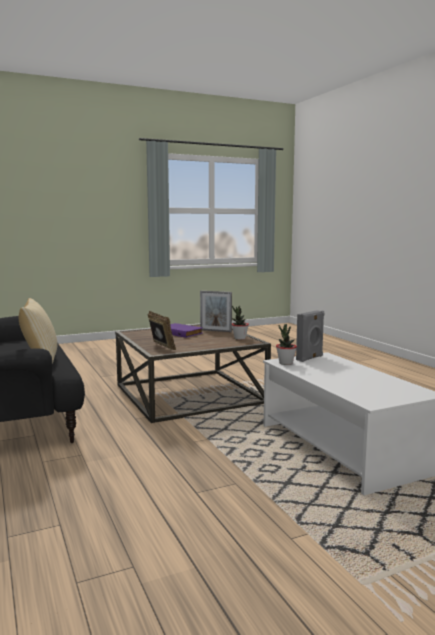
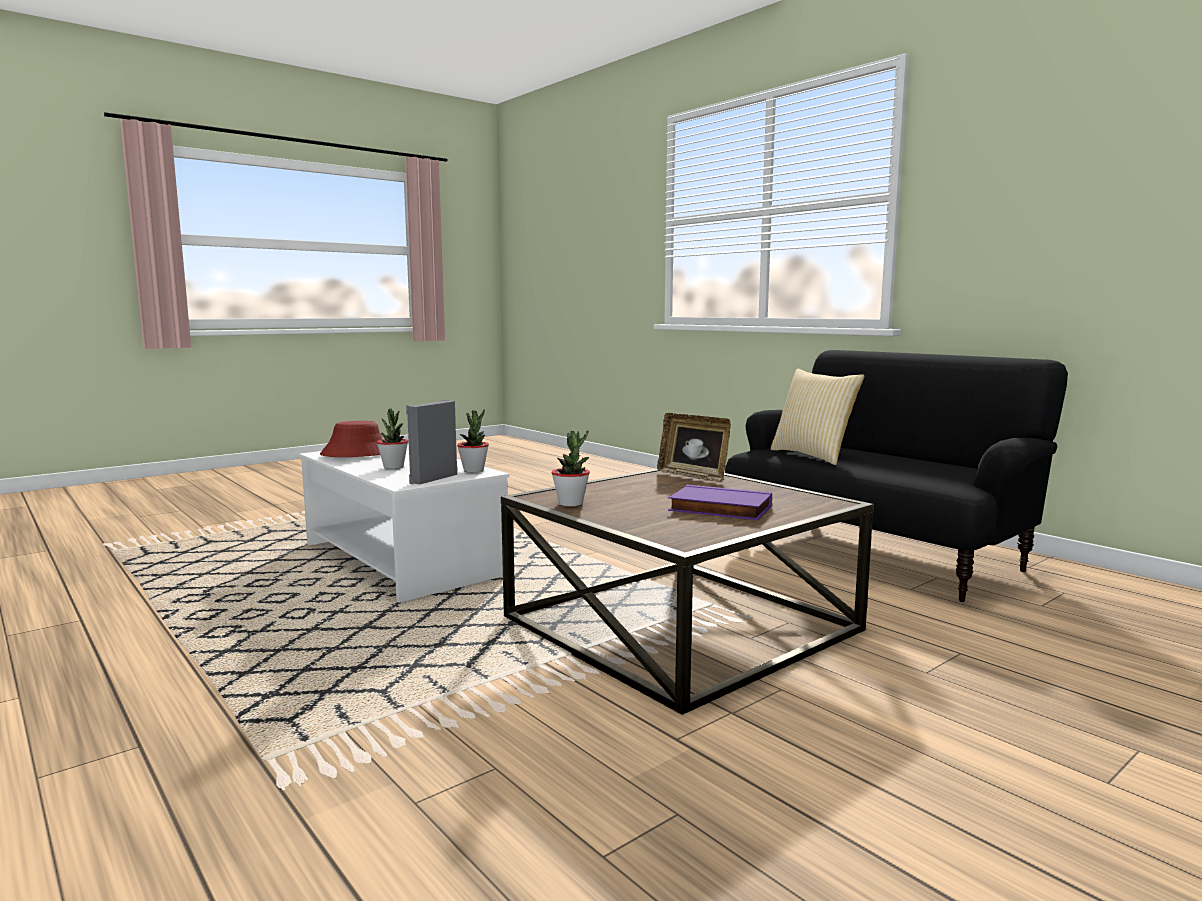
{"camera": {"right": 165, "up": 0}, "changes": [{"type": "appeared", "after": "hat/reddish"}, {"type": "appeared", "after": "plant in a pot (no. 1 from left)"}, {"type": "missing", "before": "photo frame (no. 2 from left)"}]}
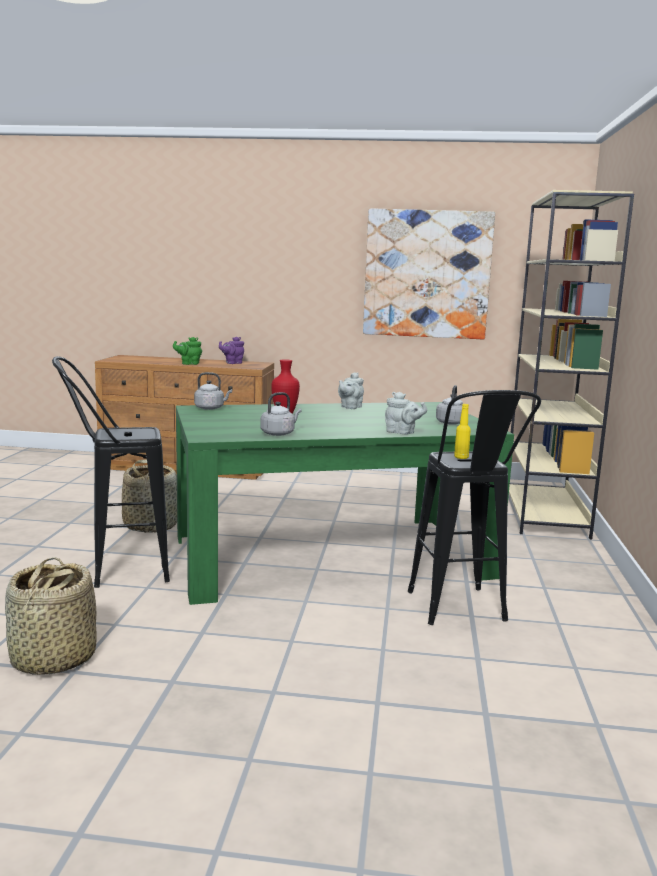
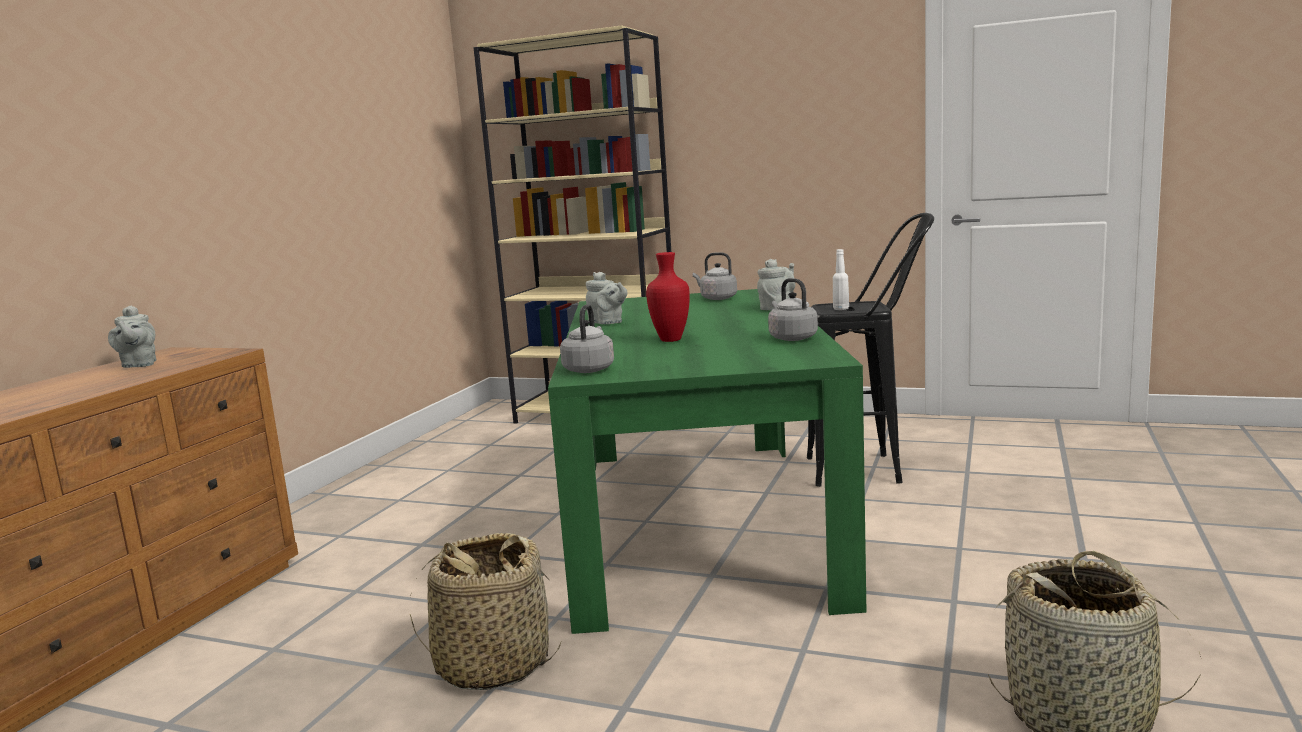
{"camera": {"right": -75, "up": 0}, "changes": [{"type": "colour", "before": "tea pot/purple", "after": "tea pot/gray (no. 1 from left)"}, {"type": "colour", "before": "drink bottle/yellowish", "after": "drink bottle/whitish"}, {"type": "missing", "before": "sitting stool/black (no. 1 from left)"}, {"type": "missing", "before": "tea pot/greenish"}, {"type": "missing", "before": "wall art"}]}
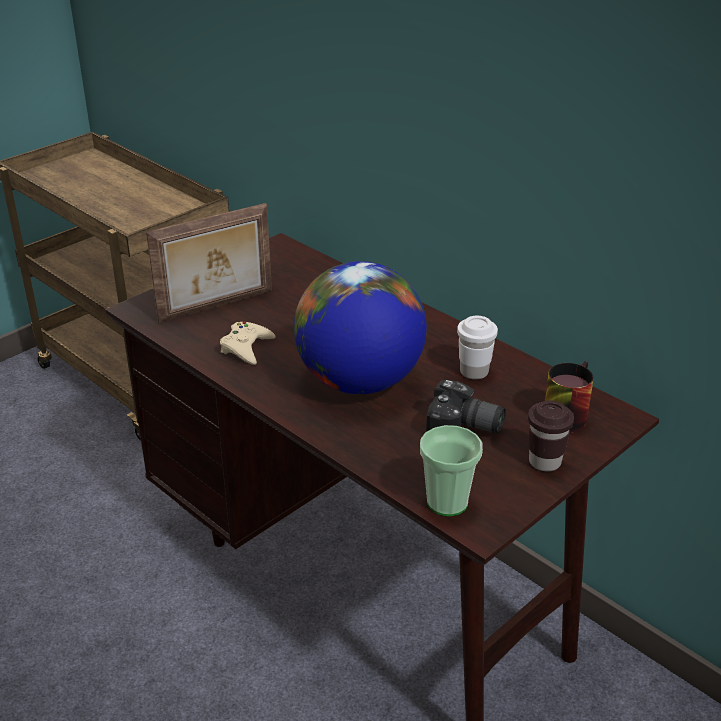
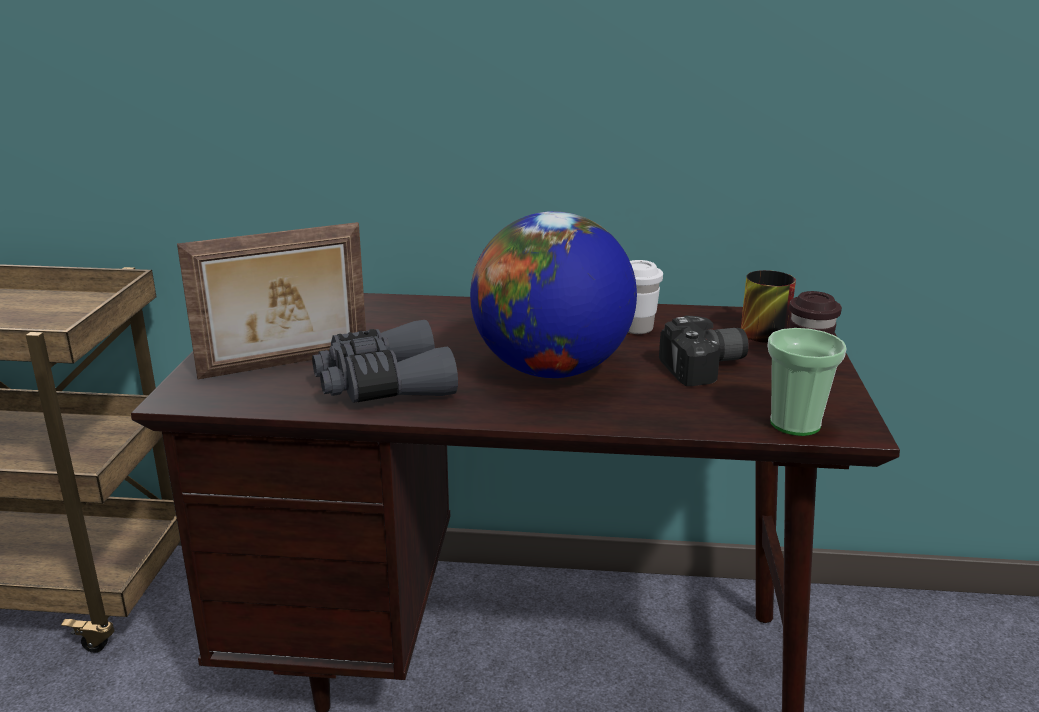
{"camera": {"right": -40, "up": -10}, "changes": [{"type": "spun", "before": "photo frame", "turn": 45}, {"type": "exchanged", "before": "gamepad/sand-coloured", "after": "pair of binoculars/gray"}]}
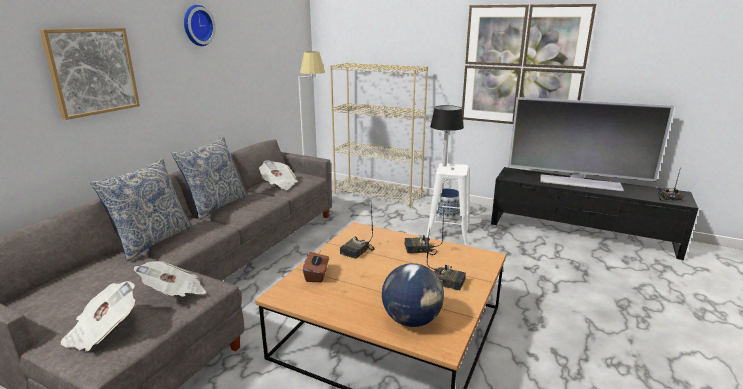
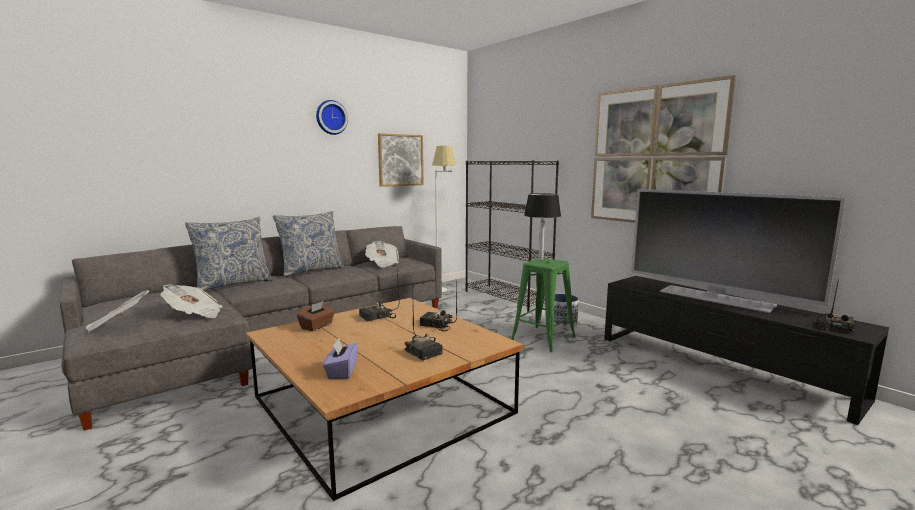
{"camera": {"right": 25, "up": -10}, "changes": [{"type": "exchanged", "before": "desk globe", "after": "tissue box/purple"}, {"type": "relocated", "before": "wall art (no. 1 from left)"}, {"type": "colour", "before": "shelving unit/sand-coloured", "after": "shelving unit/black"}, {"type": "colour", "before": "sitting stool/whitish", "after": "sitting stool/greenish"}]}
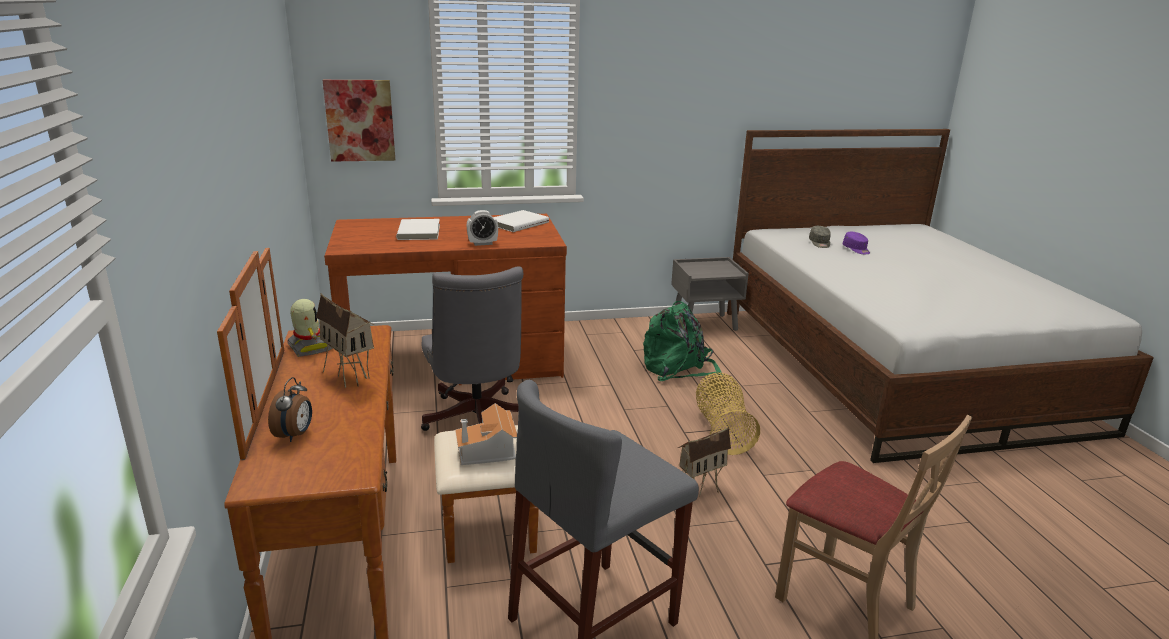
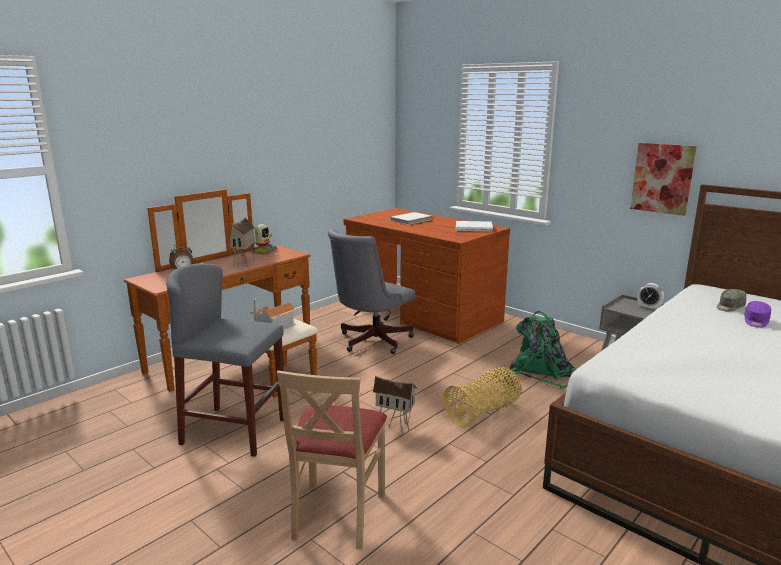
{"camera": {"right": 55, "up": -5}, "changes": [{"type": "relocated", "before": "wall art"}, {"type": "relocated", "before": "table clock (no. 2 from left)"}]}
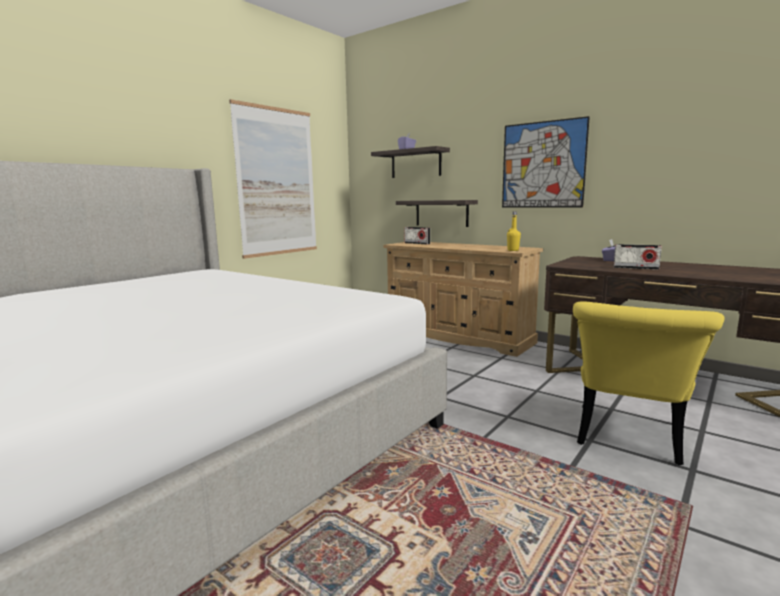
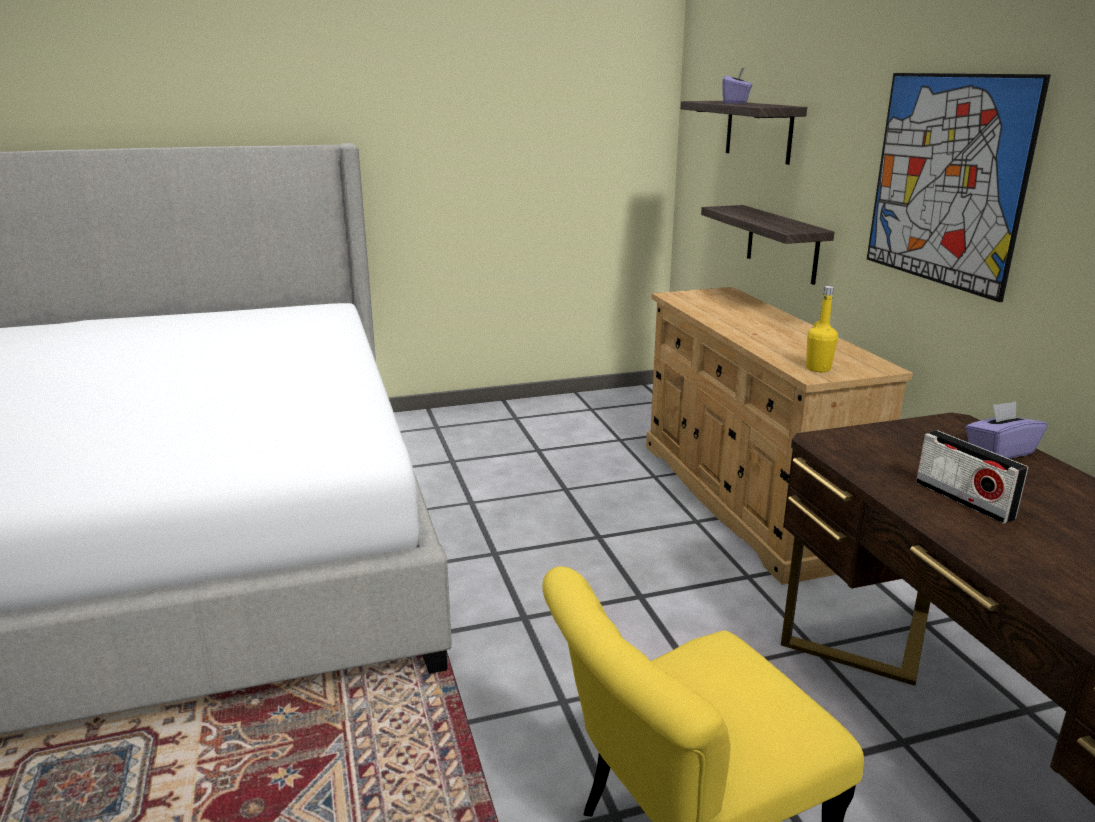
{"camera": {"right": 35, "up": 10}, "changes": [{"type": "missing", "before": "wall art (no. 1 from left)"}, {"type": "missing", "before": "radio (no. 1 from left)"}]}
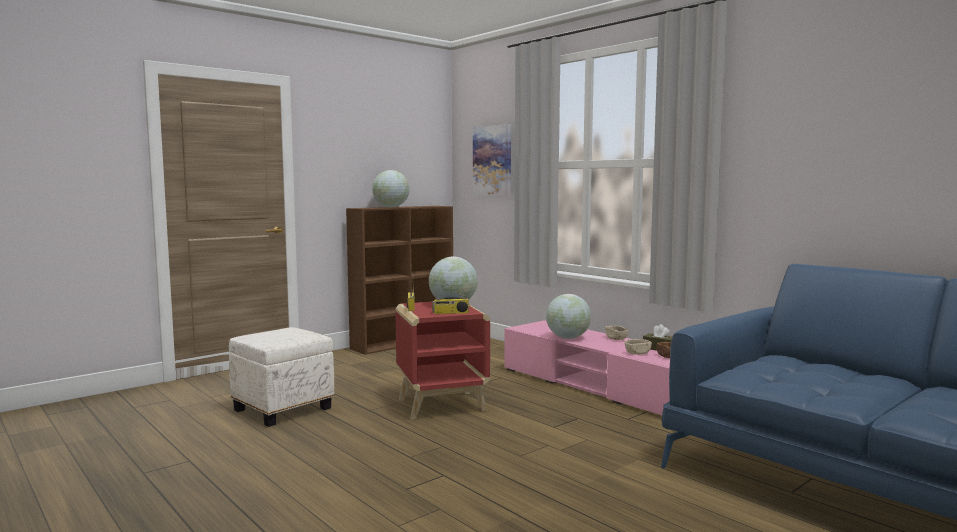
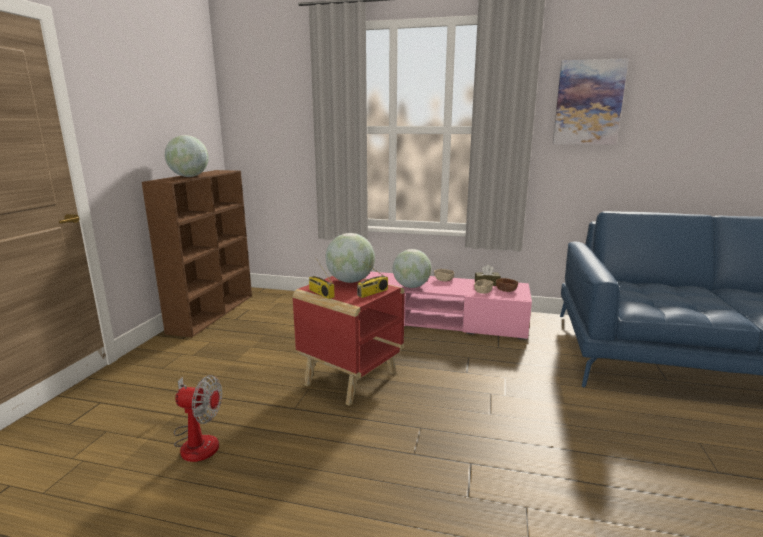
{"camera": {"right": -35, "up": 10}, "changes": [{"type": "exchanged", "before": "footrest/whitish", "after": "electric fan"}, {"type": "relocated", "before": "wall art"}]}
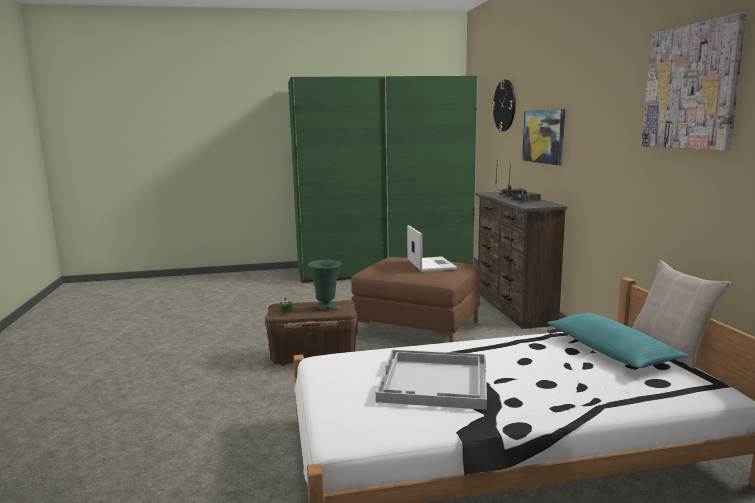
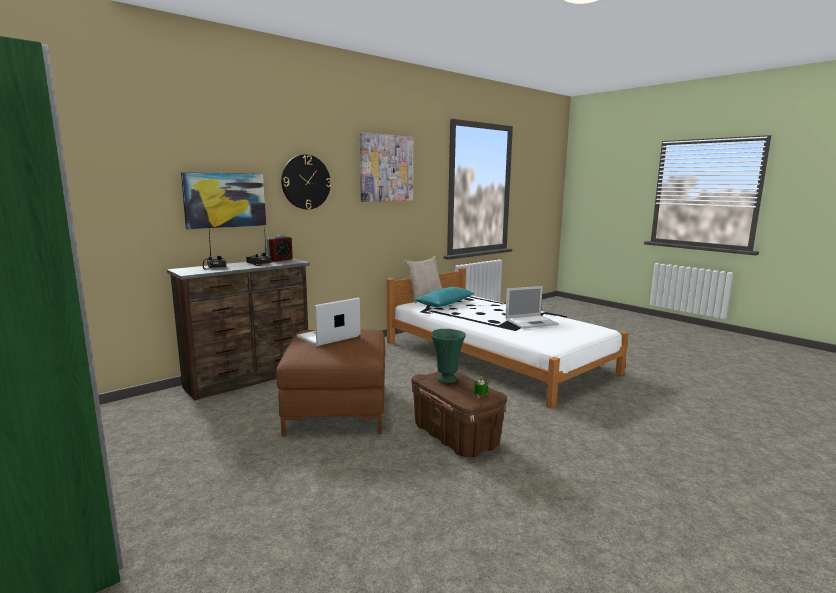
{"camera": {"right": -120, "up": 0}, "changes": [{"type": "appeared", "after": "table clock"}, {"type": "relocated", "before": "clock on the wall"}, {"type": "exchanged", "before": "serving tray/whitish", "after": "portable computer (no. 2 from left)"}]}
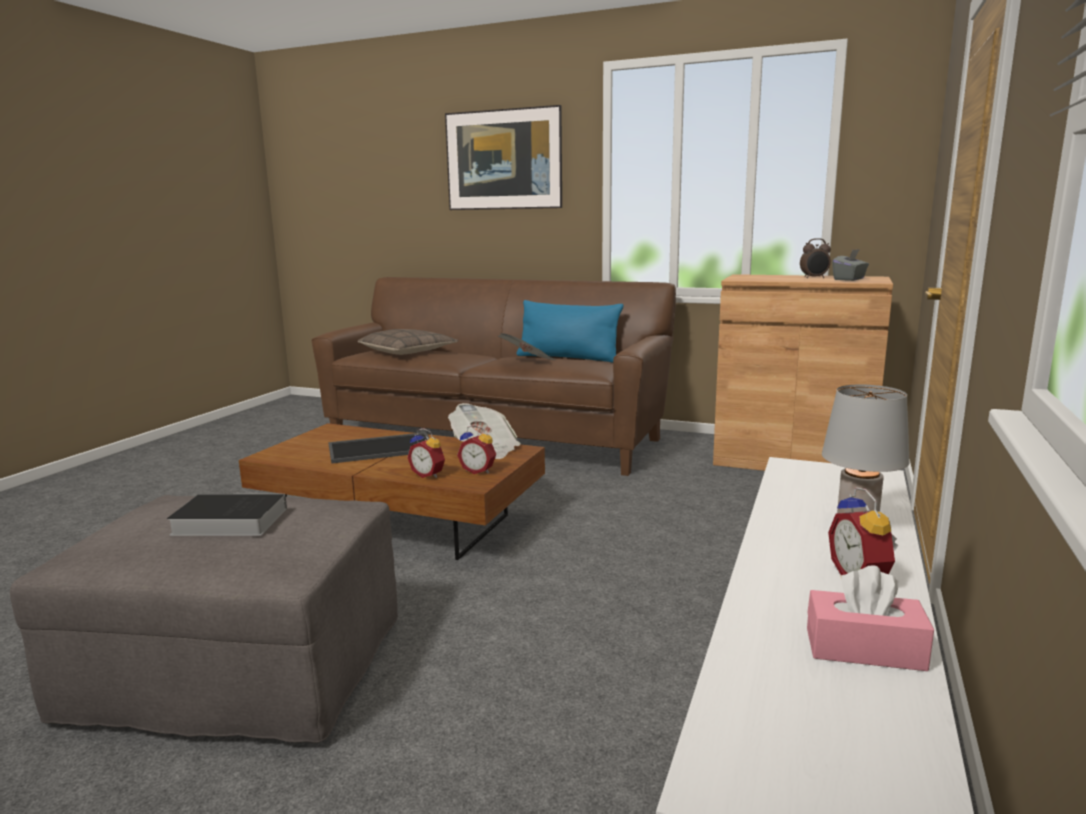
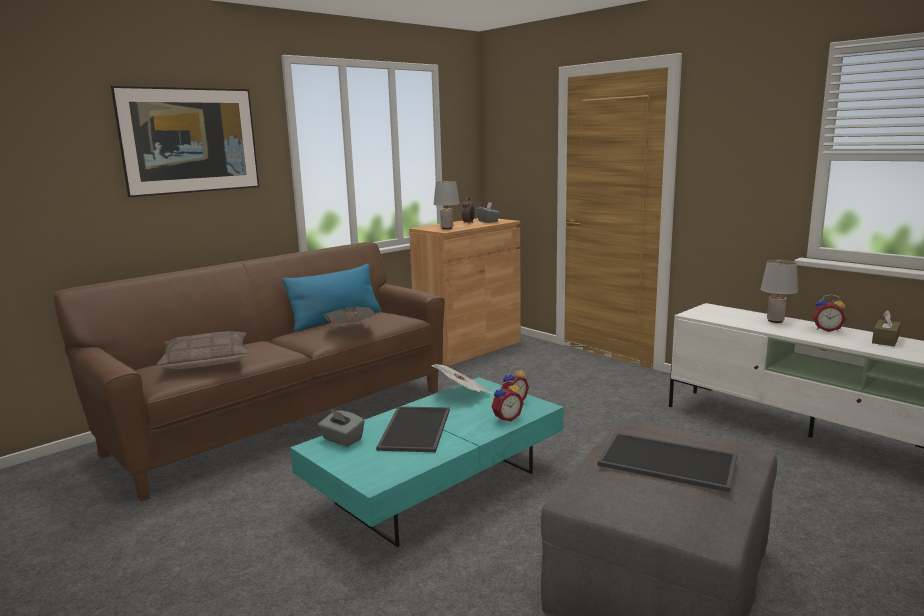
{"camera": {"right": -65, "up": 0}, "changes": [{"type": "colour", "before": "lounge table/brown", "after": "lounge table/turquoise"}, {"type": "appeared", "after": "tissue box/gray (no. 1 from left)"}, {"type": "appeared", "after": "tabletop lamp/gray (no. 1 from left)"}, {"type": "exchanged", "before": "book", "after": "serving tray (no. 2 from left)"}, {"type": "colour", "before": "tissue box/pink", "after": "tissue box/brown"}]}
